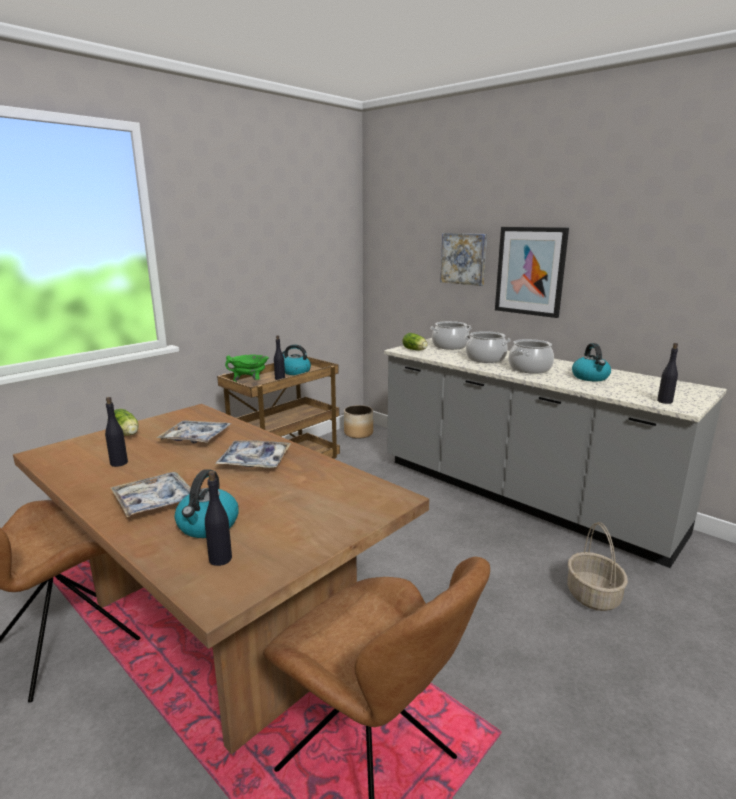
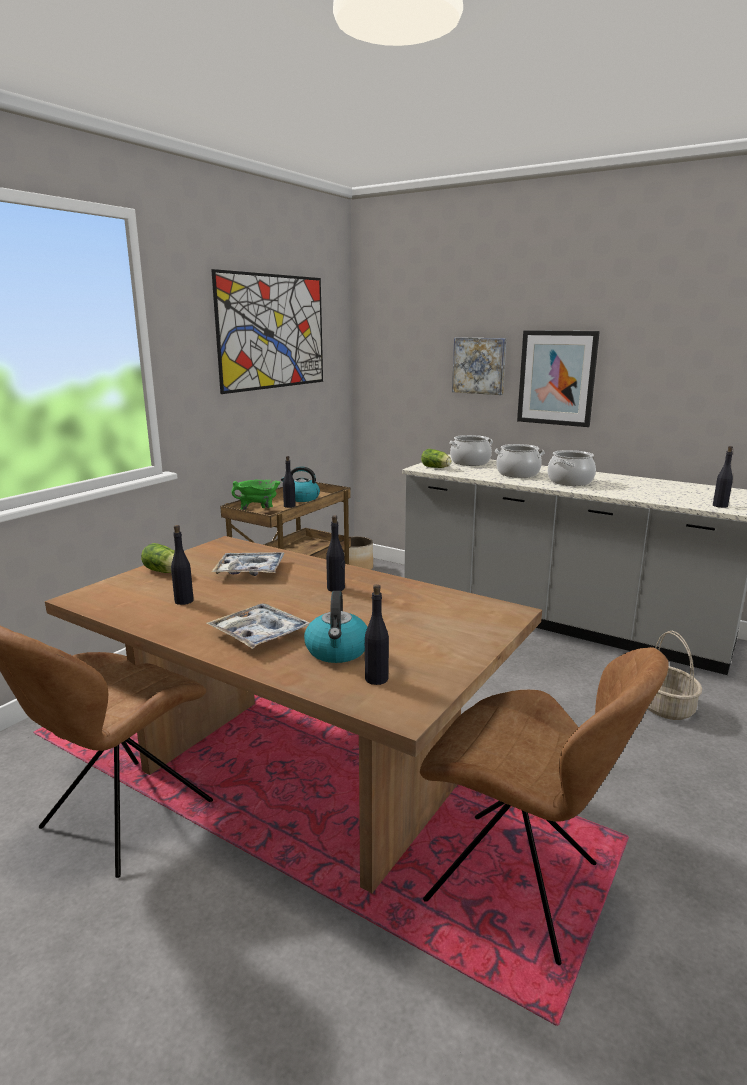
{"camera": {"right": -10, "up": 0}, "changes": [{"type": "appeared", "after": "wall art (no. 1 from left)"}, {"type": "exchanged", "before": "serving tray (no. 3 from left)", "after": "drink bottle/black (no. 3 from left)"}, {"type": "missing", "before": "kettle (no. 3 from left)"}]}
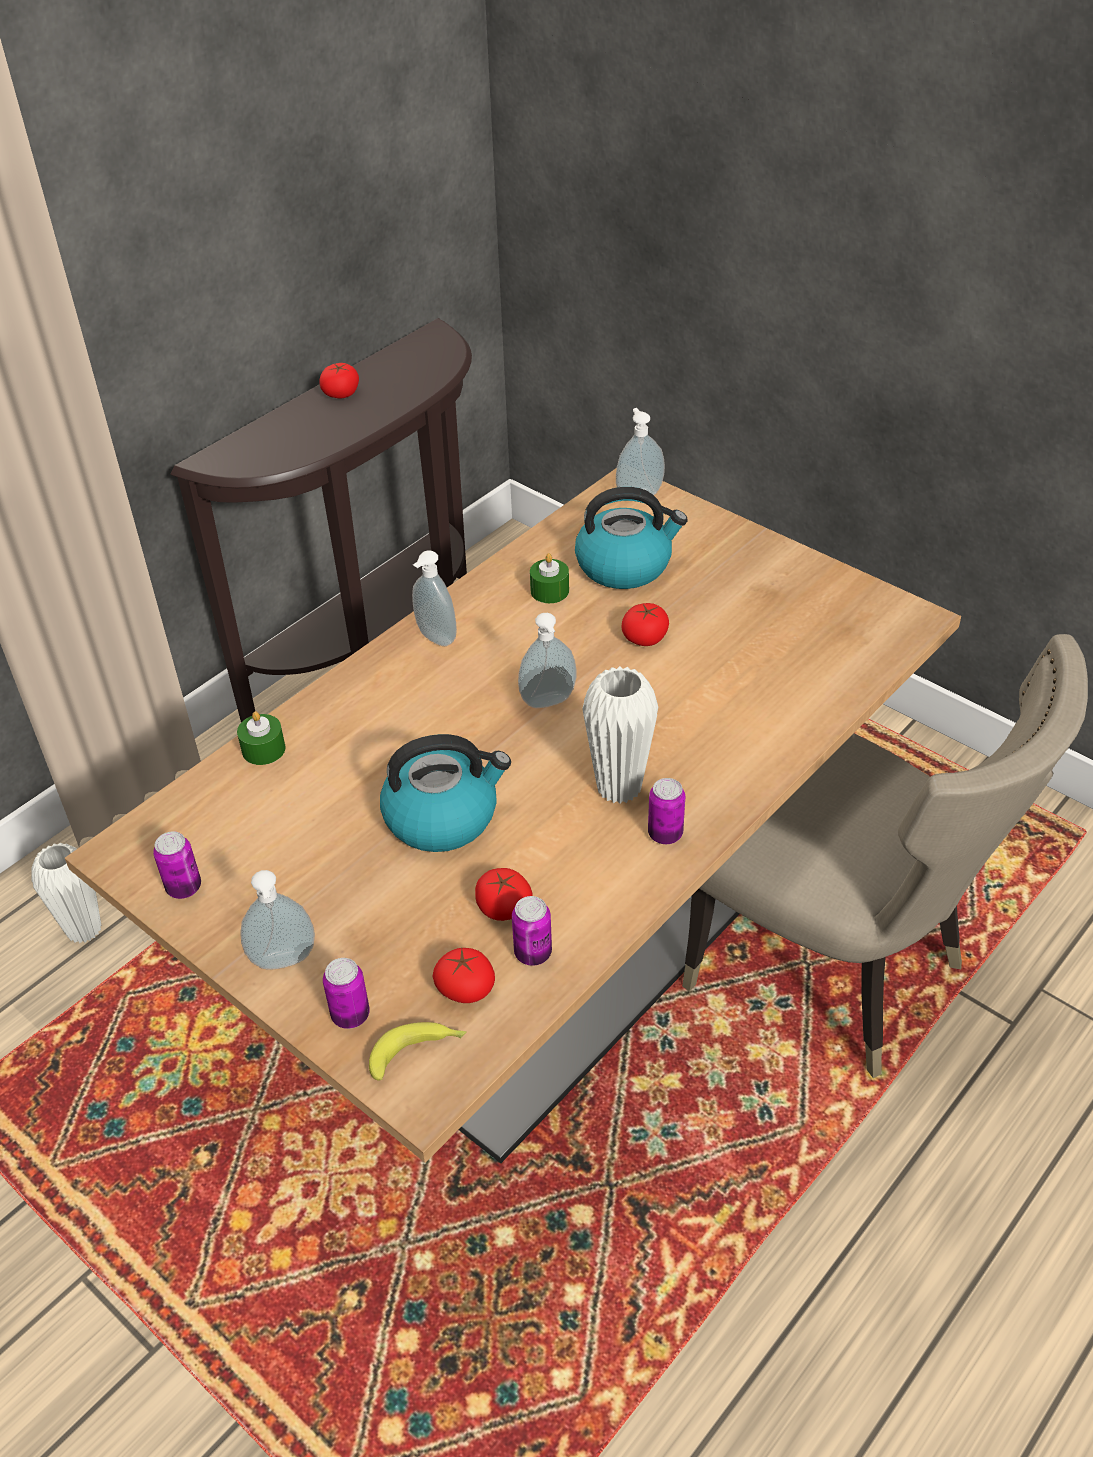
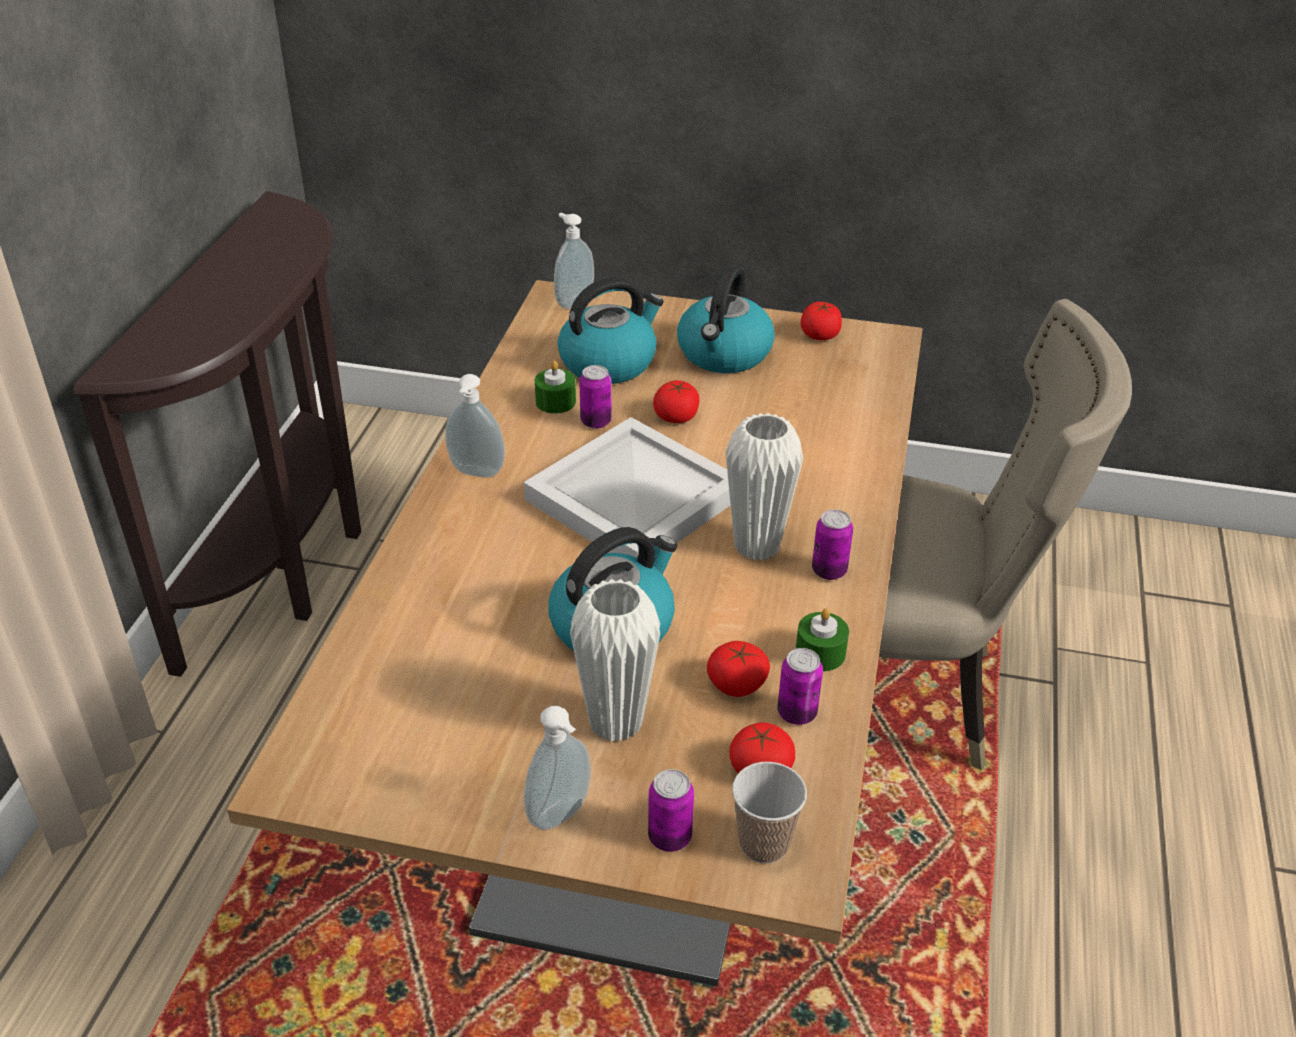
{"camera": {"right": -30, "up": -5}, "changes": [{"type": "exchanged", "before": "soap dispenser (no. 3 from left)", "after": "serving tray/whitish"}, {"type": "relocated", "before": "vase/whitish (no. 1 from left)"}, {"type": "relocated", "before": "metal can (no. 1 from left)"}, {"type": "appeared", "after": "kettle (no. 3 from left)"}, {"type": "exchanged", "before": "whole banana", "after": "drinking cup"}, {"type": "relocated", "before": "wax candle/greenish (no. 1 from left in the first image)", "after": "wax candle/greenish (no. 2 from left)"}, {"type": "relocated", "before": "tomato (no. 1 from left in the first image)", "after": "tomato (no. 4 from left)"}]}
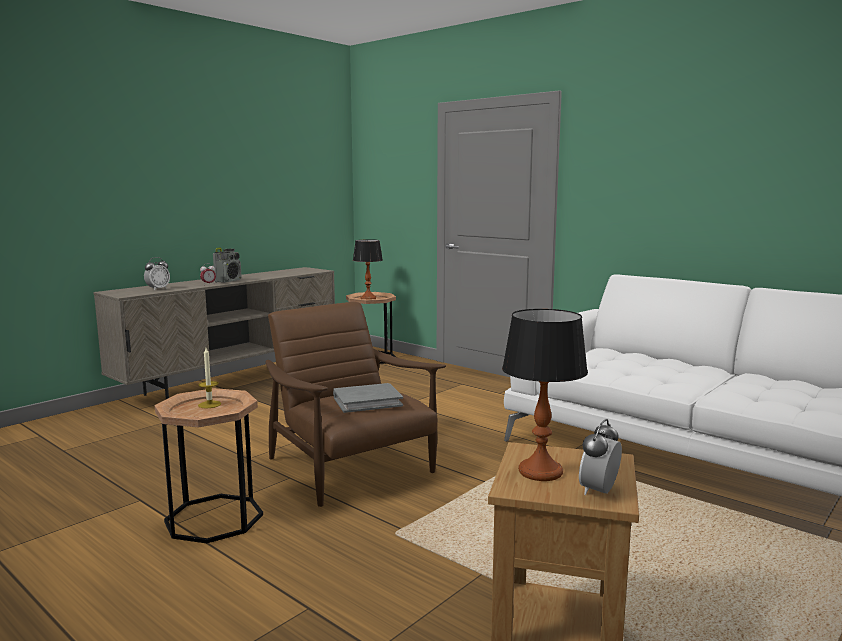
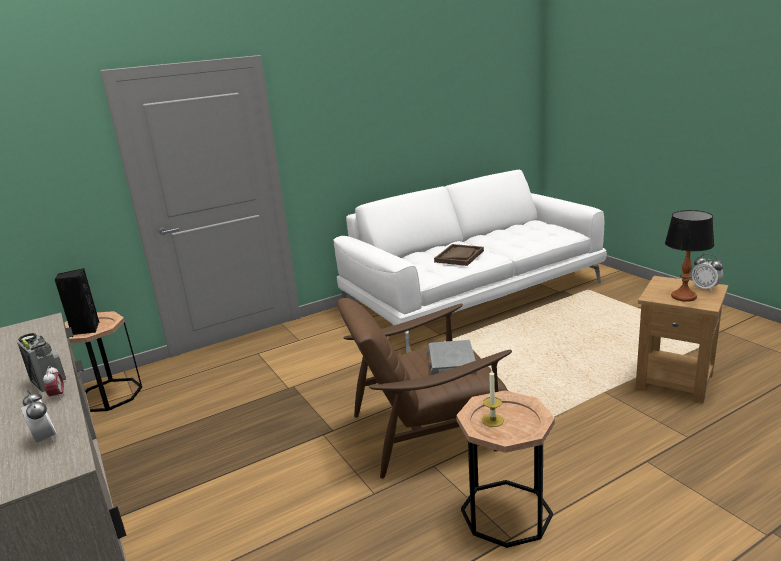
{"camera": {"right": -70, "up": 10}, "changes": [{"type": "exchanged", "before": "tabletop lamp (no. 1 from left)", "after": "loudspeaker/black"}, {"type": "appeared", "after": "serving tray/brown"}]}
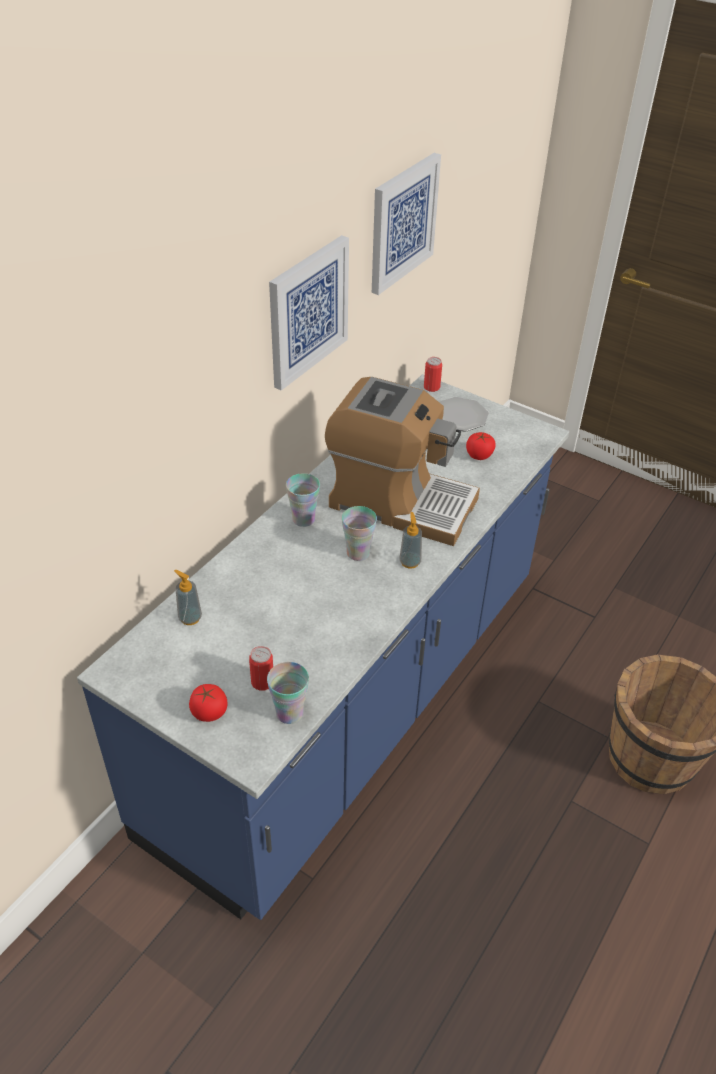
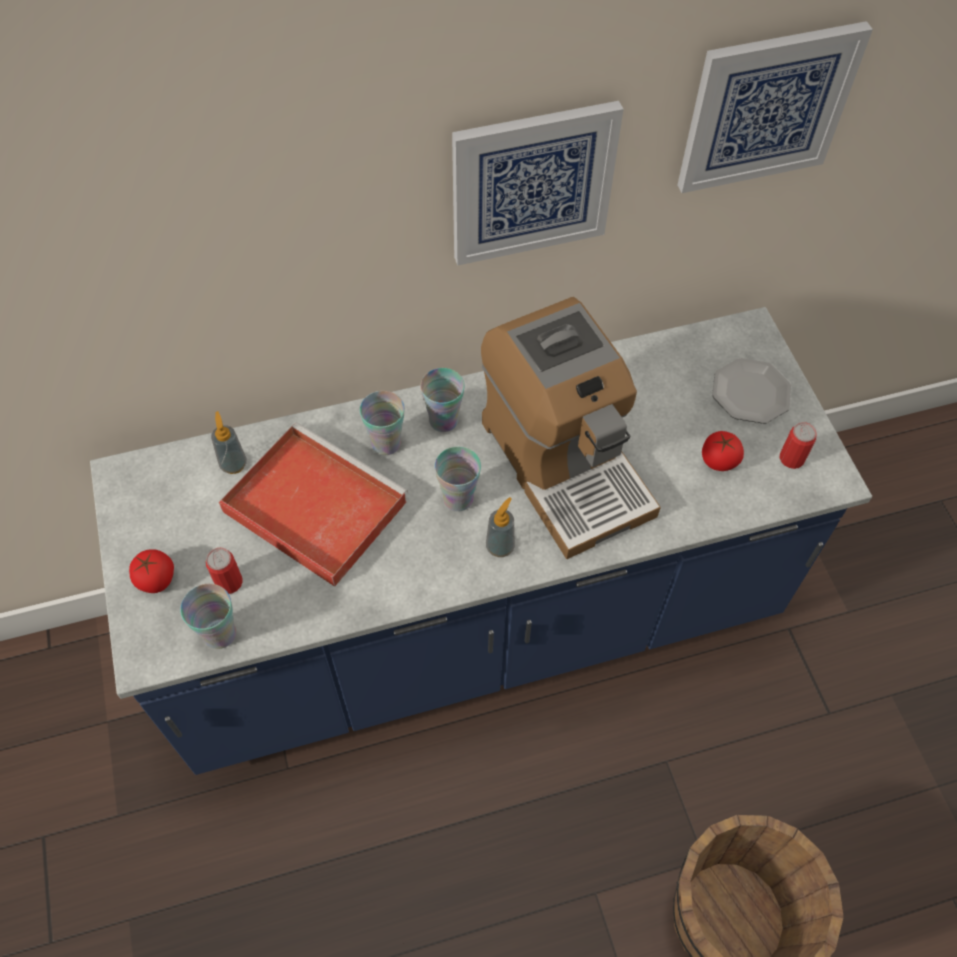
{"camera": {"right": 40, "up": 15}, "changes": [{"type": "appeared", "after": "serving tray/reddish"}, {"type": "appeared", "after": "drinking cup (no. 2 from left)"}, {"type": "relocated", "before": "metal can (no. 2 from left)"}]}
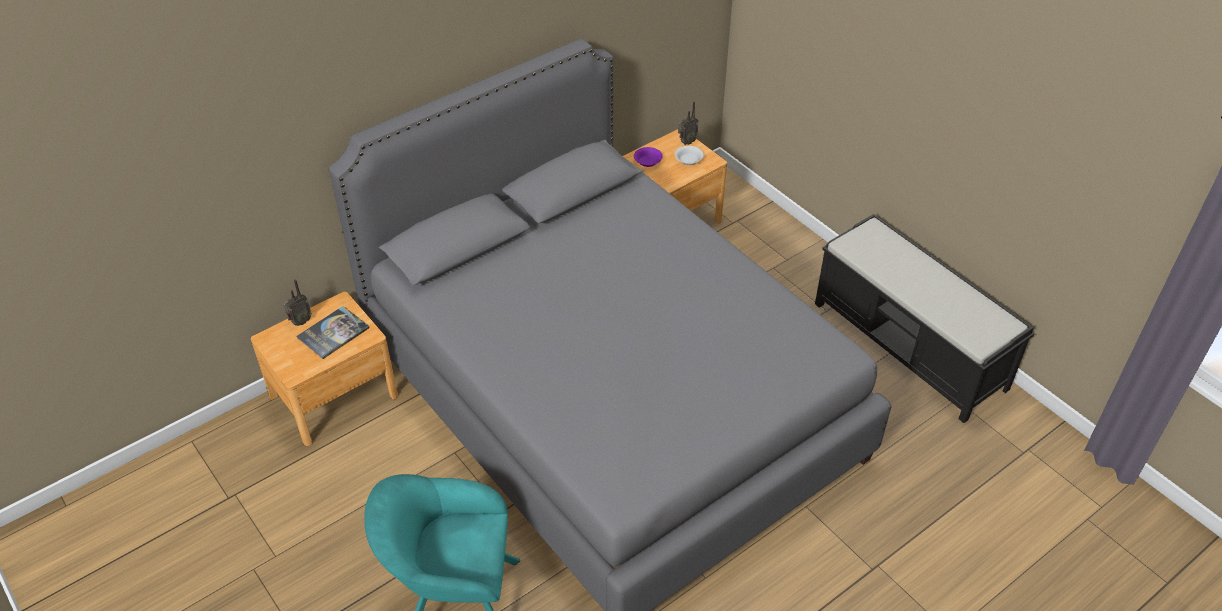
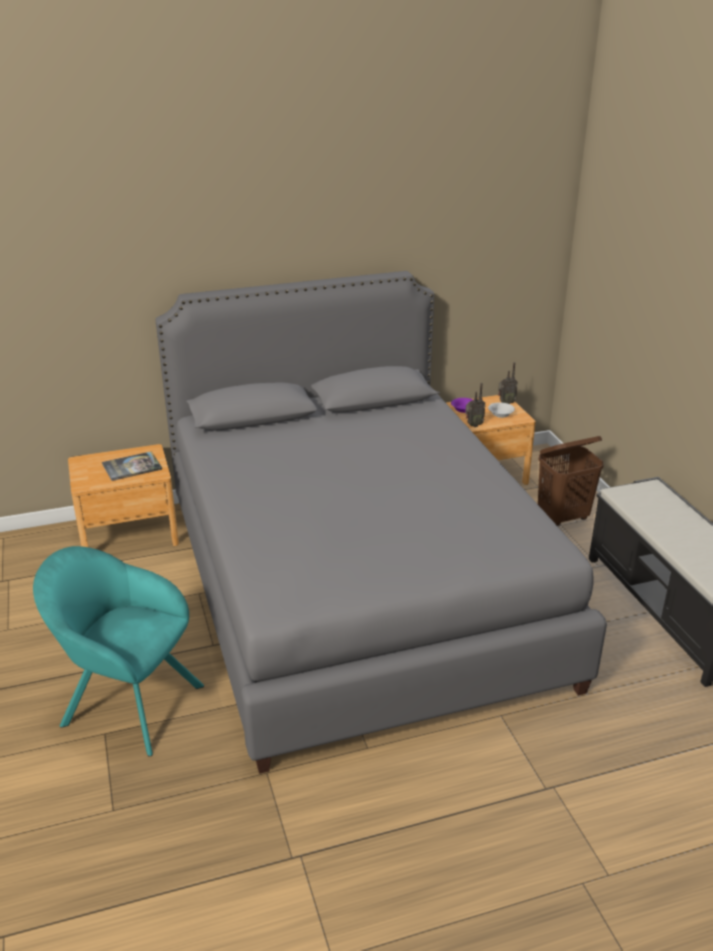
{"camera": {"right": 20, "up": -15}, "changes": [{"type": "relocated", "before": "radio (no. 1 from left)"}, {"type": "appeared", "after": "laundry basket/brown"}]}
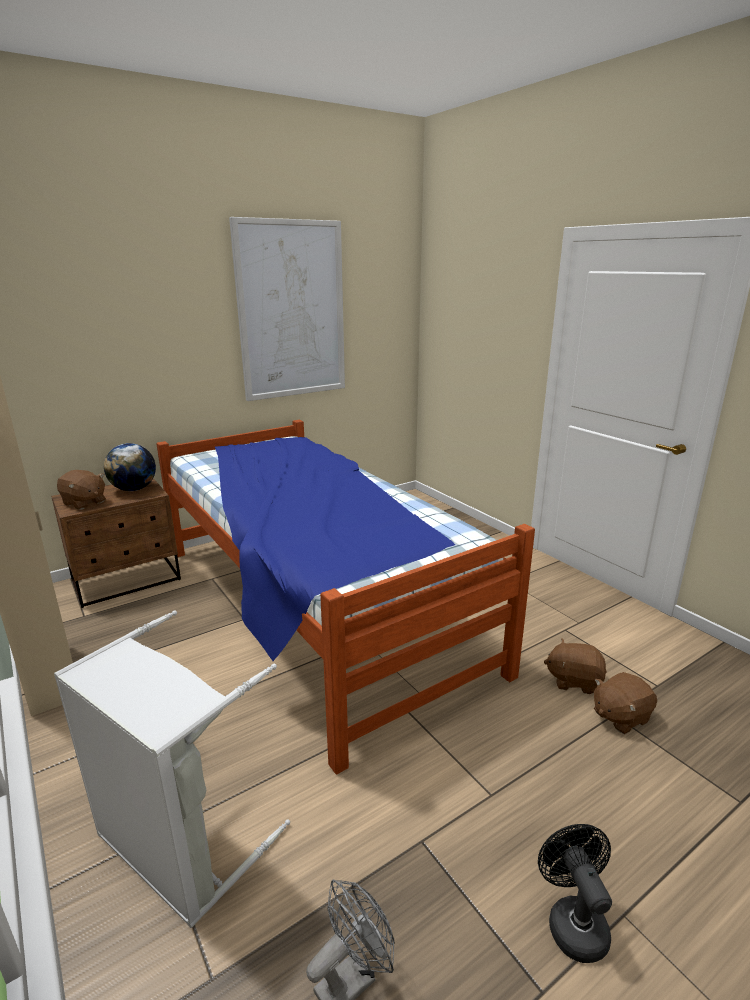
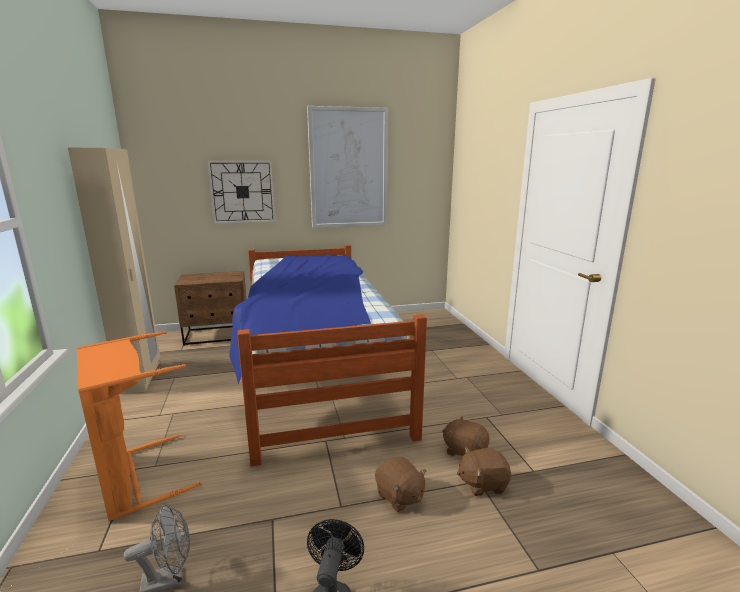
{"camera": {"right": 20, "up": -5}, "changes": [{"type": "colour", "before": "laundry basket/gray", "after": "laundry basket/orange-coloured"}, {"type": "appeared", "after": "clock on the wall"}, {"type": "relocated", "before": "soft toy/brown (no. 1 from left)"}, {"type": "missing", "before": "desk globe"}]}
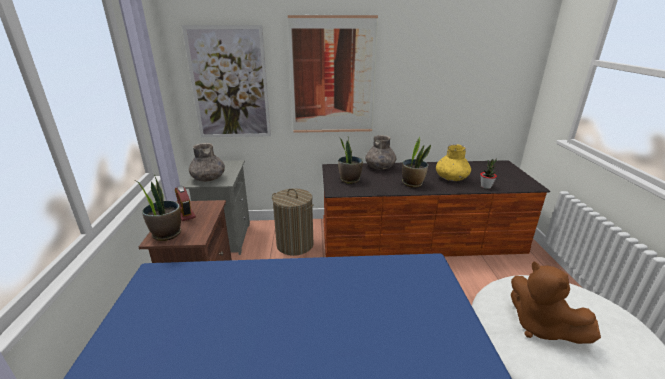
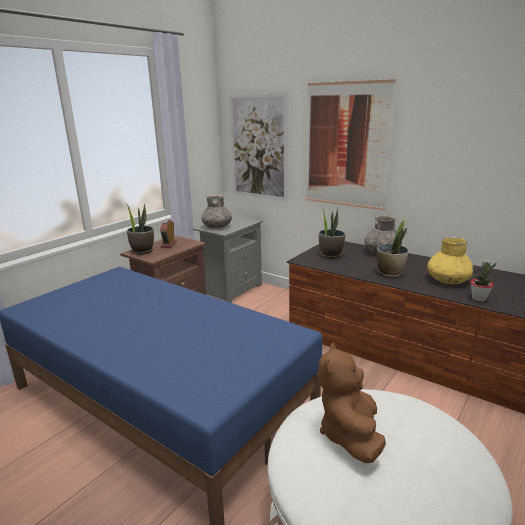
{"camera": {"right": 40, "up": -5}, "changes": [{"type": "missing", "before": "laundry basket"}]}
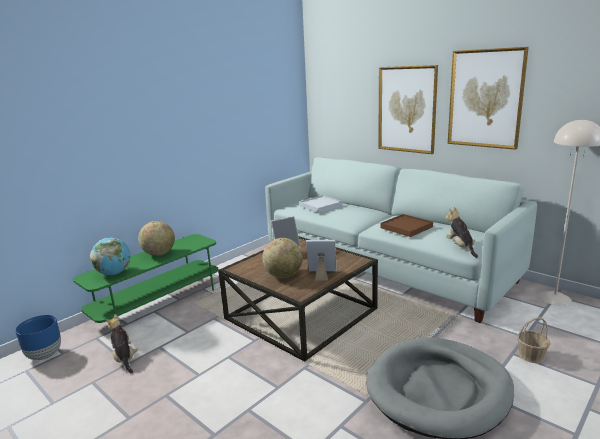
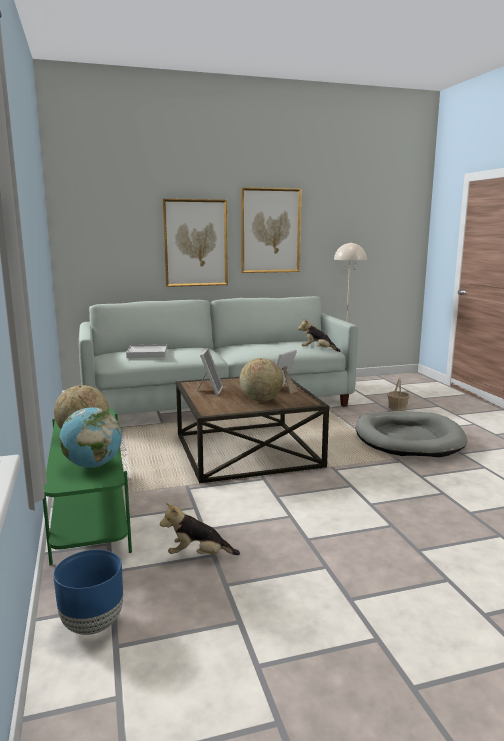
{"camera": {"right": -60, "up": -5}, "changes": [{"type": "missing", "before": "serving tray/brown"}]}
